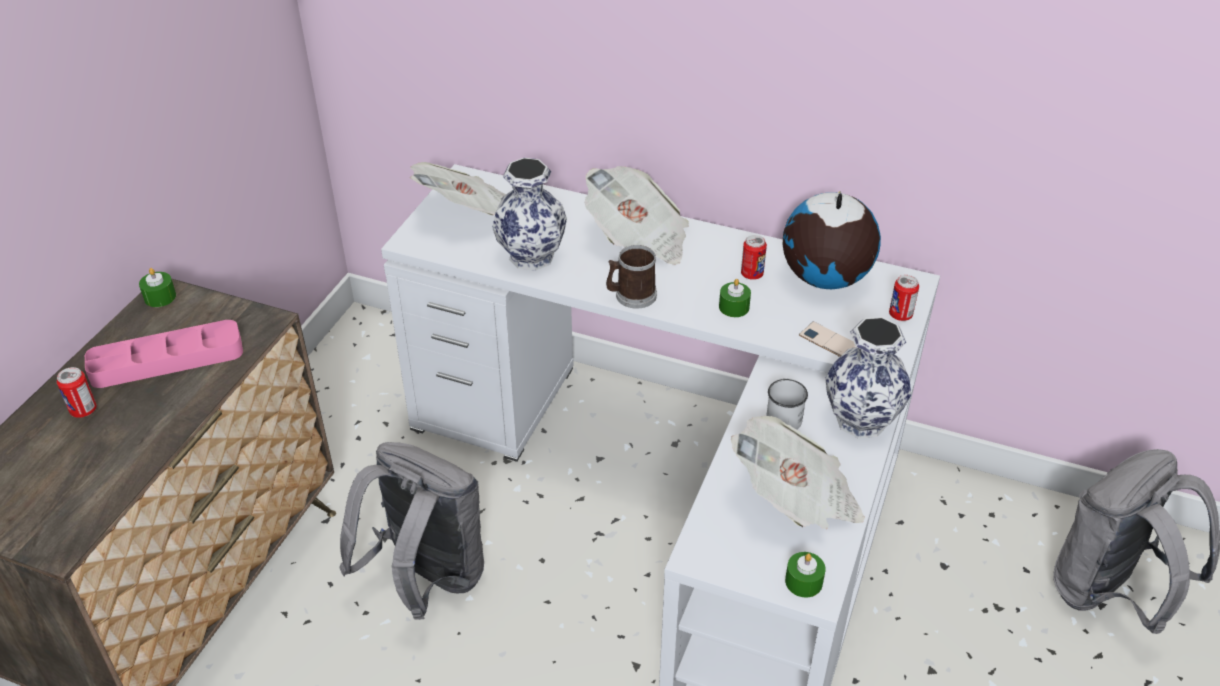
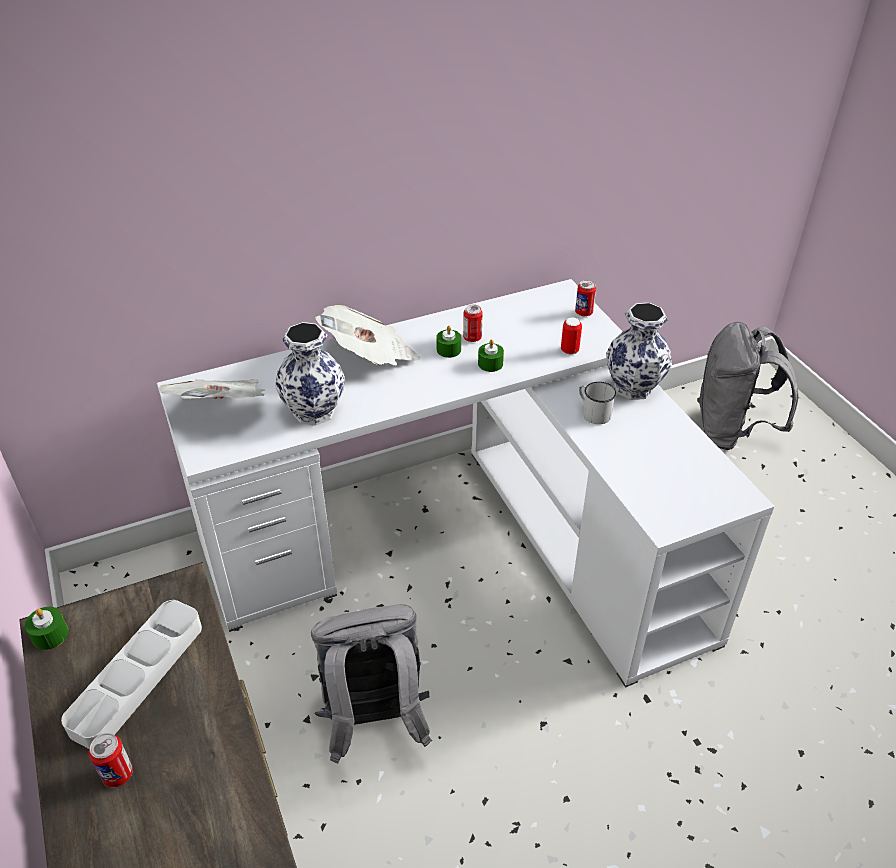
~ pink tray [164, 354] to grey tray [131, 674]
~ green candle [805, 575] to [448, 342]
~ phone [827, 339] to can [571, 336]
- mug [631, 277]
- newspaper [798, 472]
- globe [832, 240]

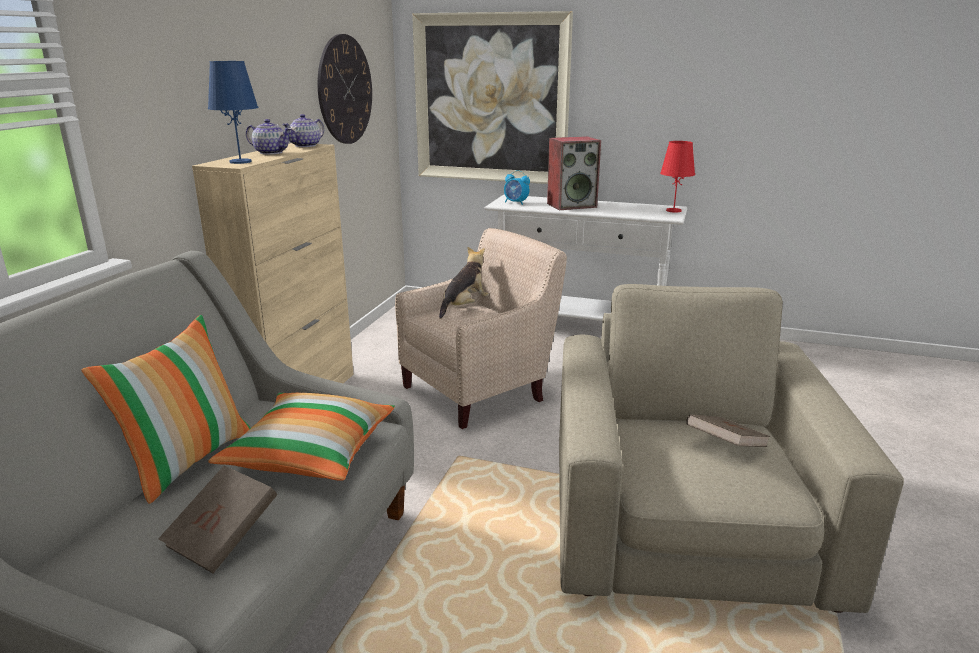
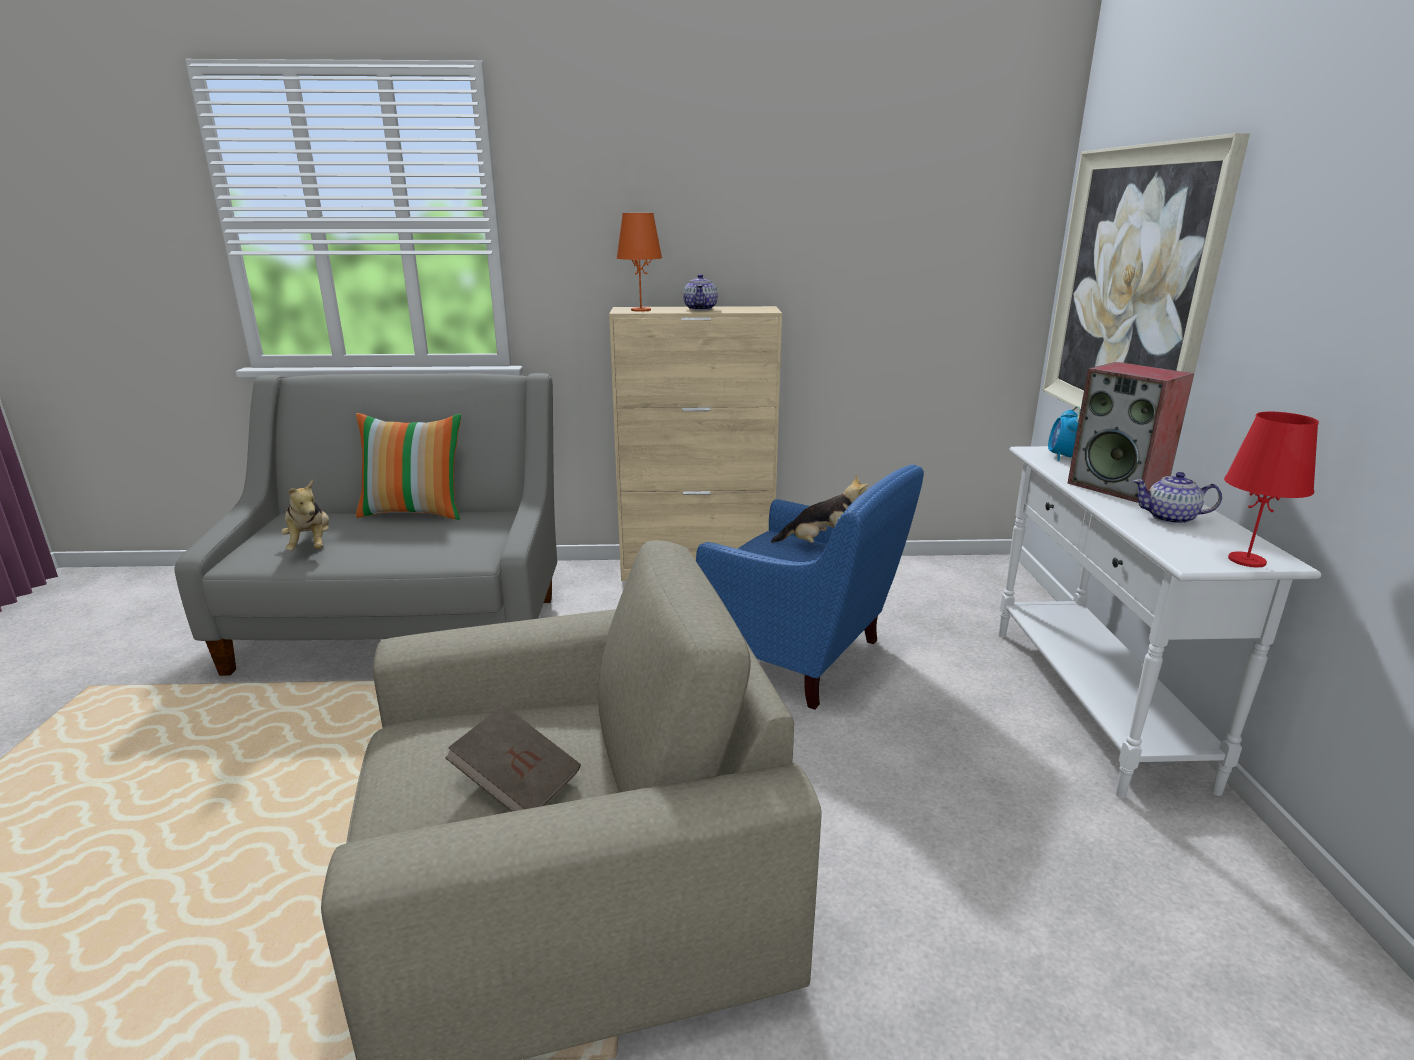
~ brown book [217, 519] to plush toy [305, 515]
~ blue table lamp [233, 112] to orange table lamp [639, 262]
~ beige armchair [481, 328] to blue armchair [810, 587]
~ teapot [303, 130] to [1177, 498]
- pillow [301, 437]
- wall clock [344, 89]

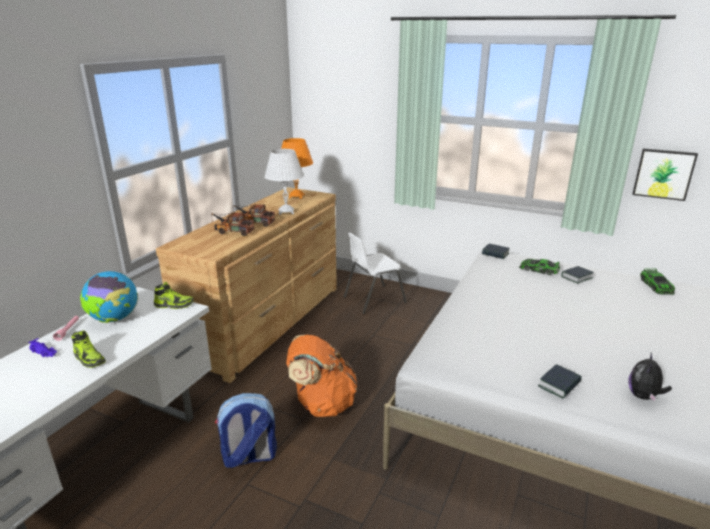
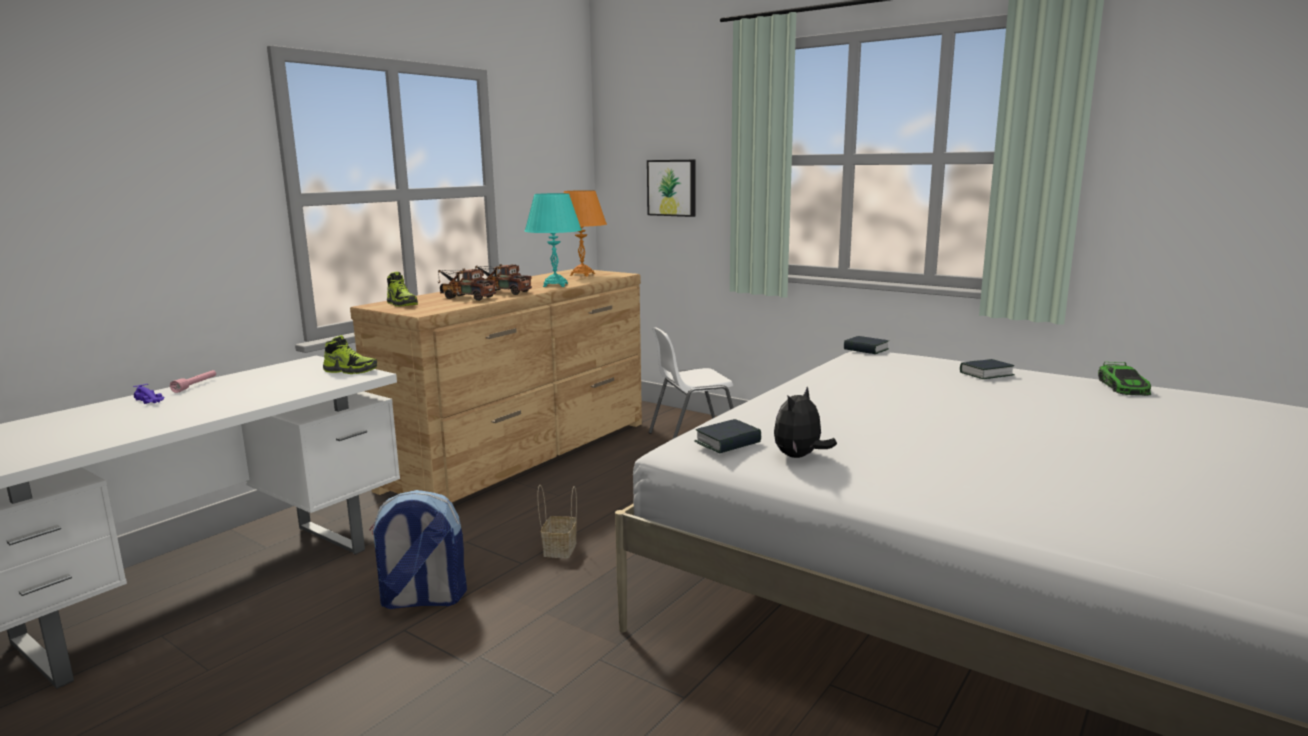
~ shoe [88, 349] to [402, 289]
~ white table lamp [284, 182] to turquoise table lamp [553, 240]
~ orange backpack [321, 376] to basket [557, 521]
~ picture [665, 175] to [671, 188]
~ book [559, 381] to [728, 436]
~ plush toy [650, 377] to [805, 422]
- globe [109, 297]
- toy car [539, 267]

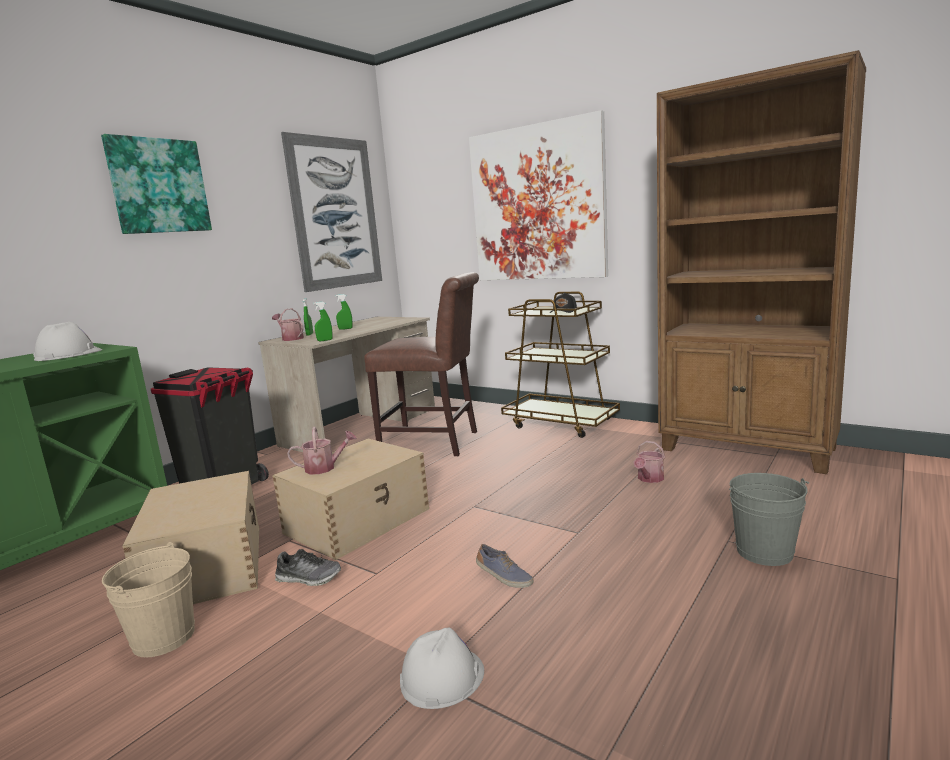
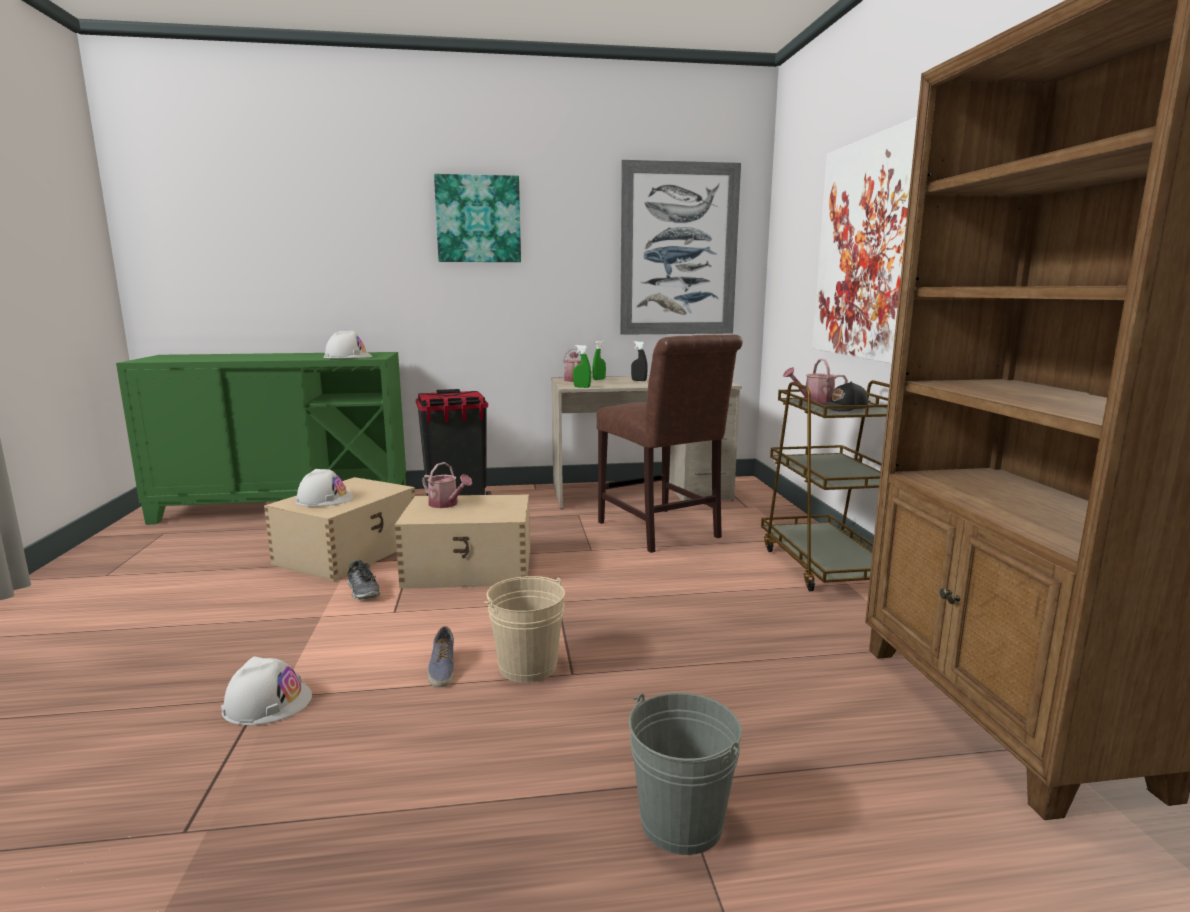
+ white hard hat [324, 487]
~ beige bucket [148, 599] to [524, 629]
~ green spray bottle [344, 312] to black spray bottle [639, 361]
~ watering can [650, 462] to [815, 381]

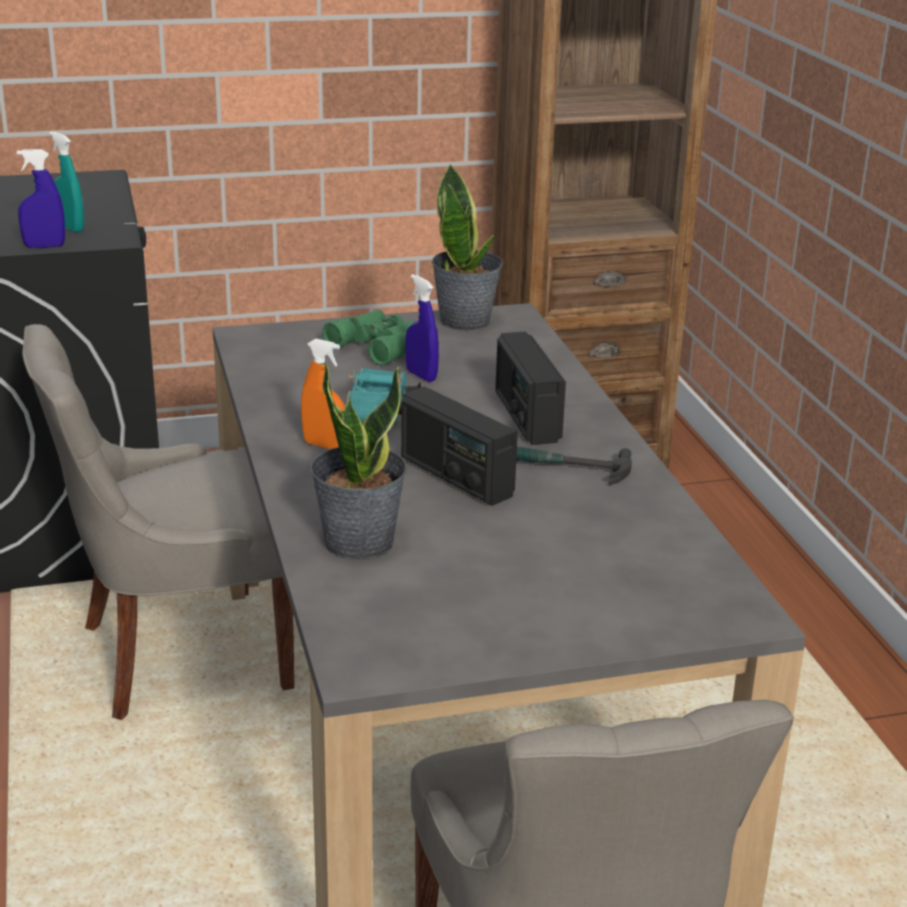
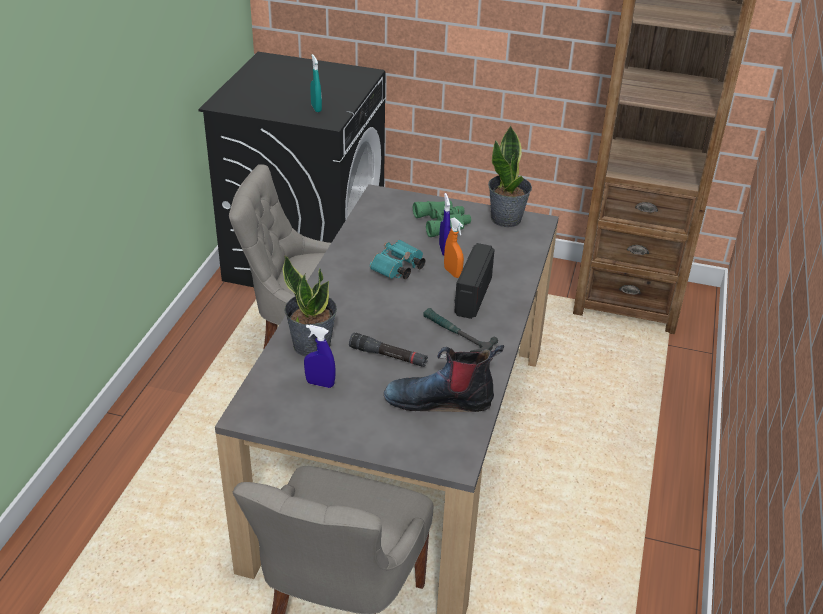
~ blue spray bottle [41, 198] to [320, 356]
+ black flashlight [388, 350]
+ boot [444, 378]
~ orange spray bottle [323, 394] to [454, 247]
- radio [459, 446]

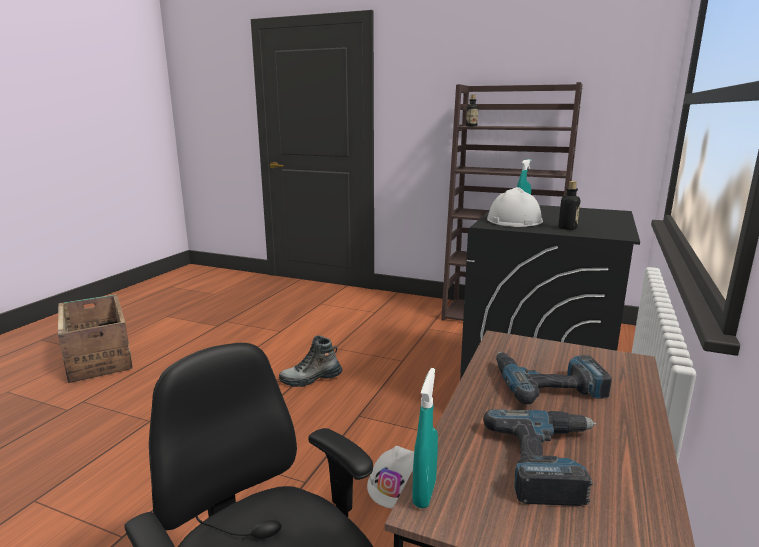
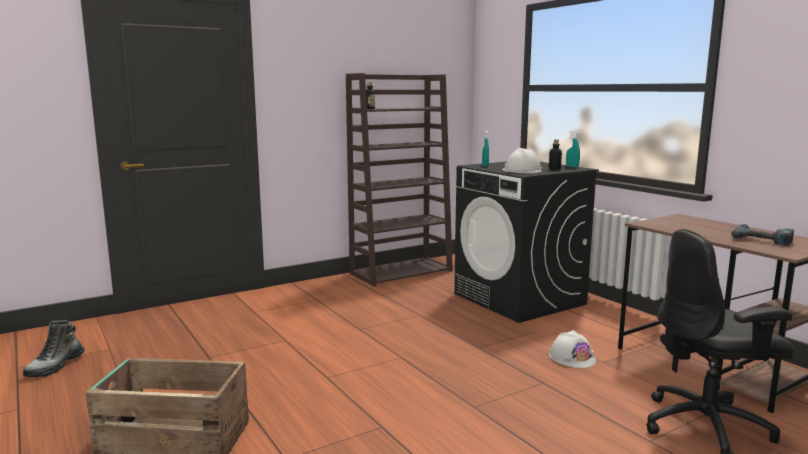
~ boot [311, 361] to [54, 348]
~ turquoise spray bottle [425, 438] to [573, 149]
- power drill [554, 378]

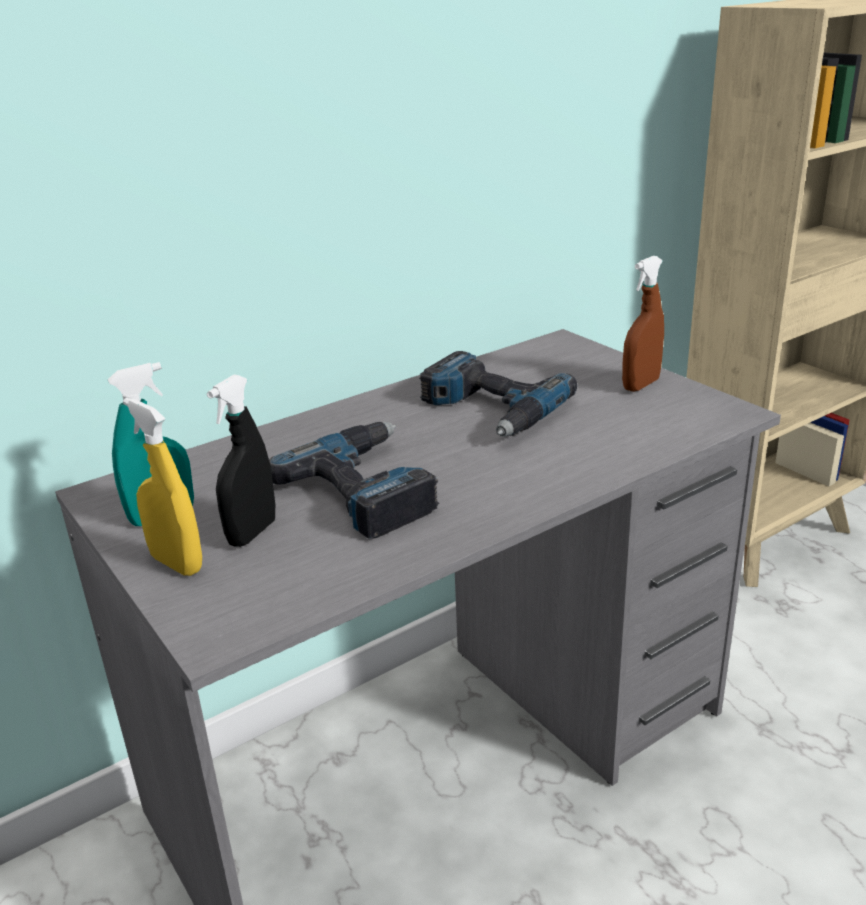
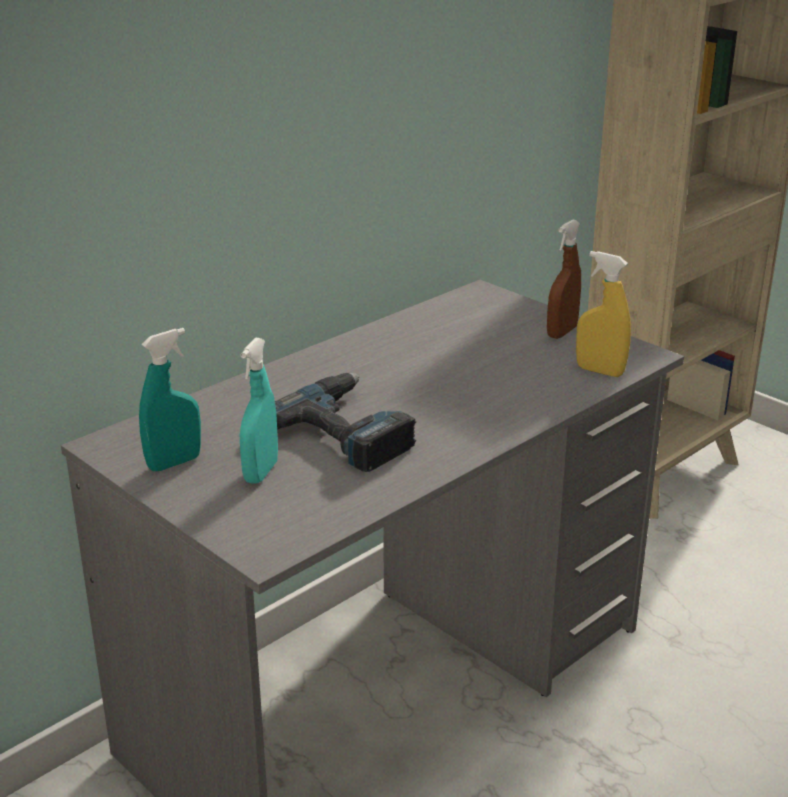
~ black spray bottle [241, 461] to turquoise spray bottle [259, 410]
~ yellow spray bottle [162, 487] to [603, 314]
- power drill [498, 394]

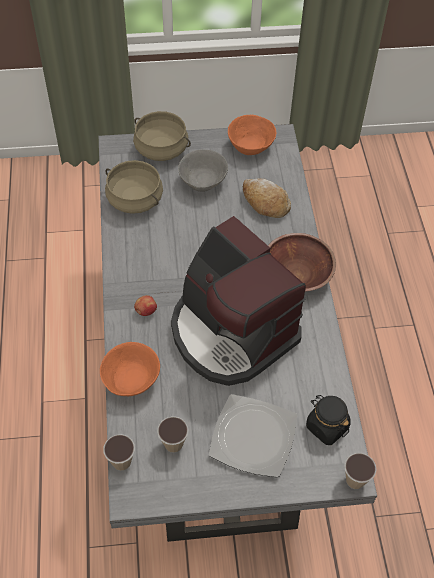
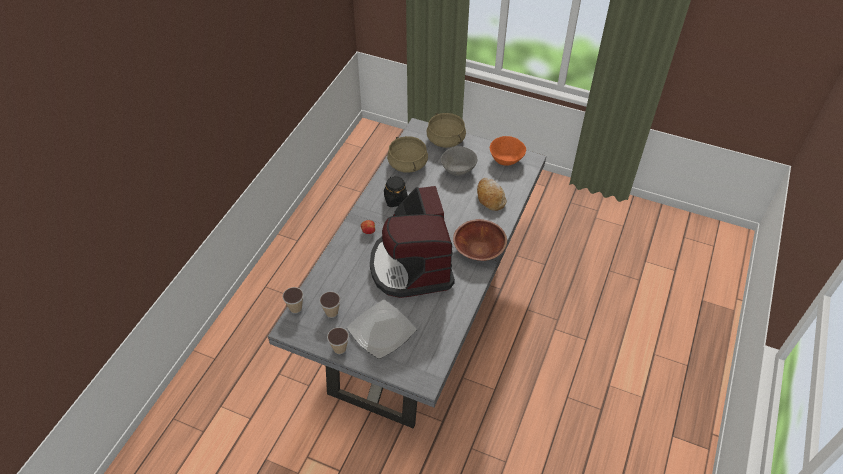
~ cup [360, 471] to [338, 340]
~ black jar [328, 420] to [396, 191]
- orange bowl [130, 369]

